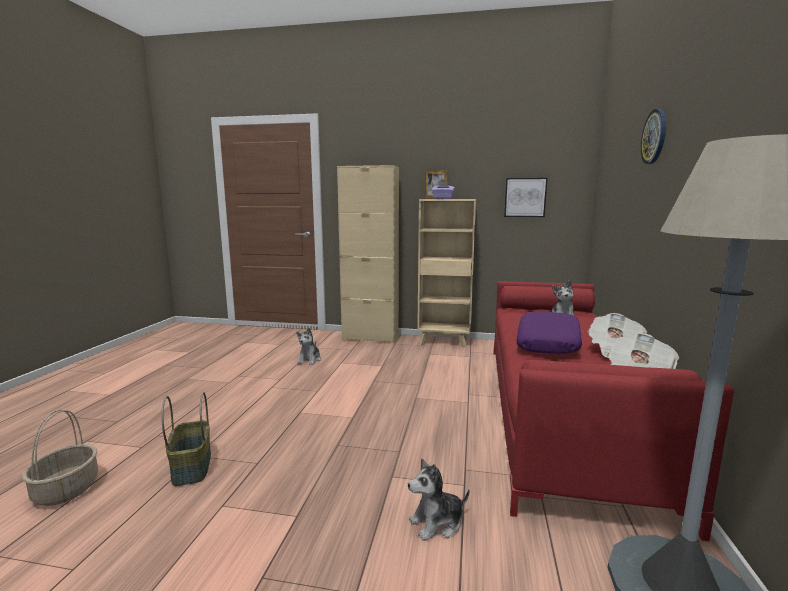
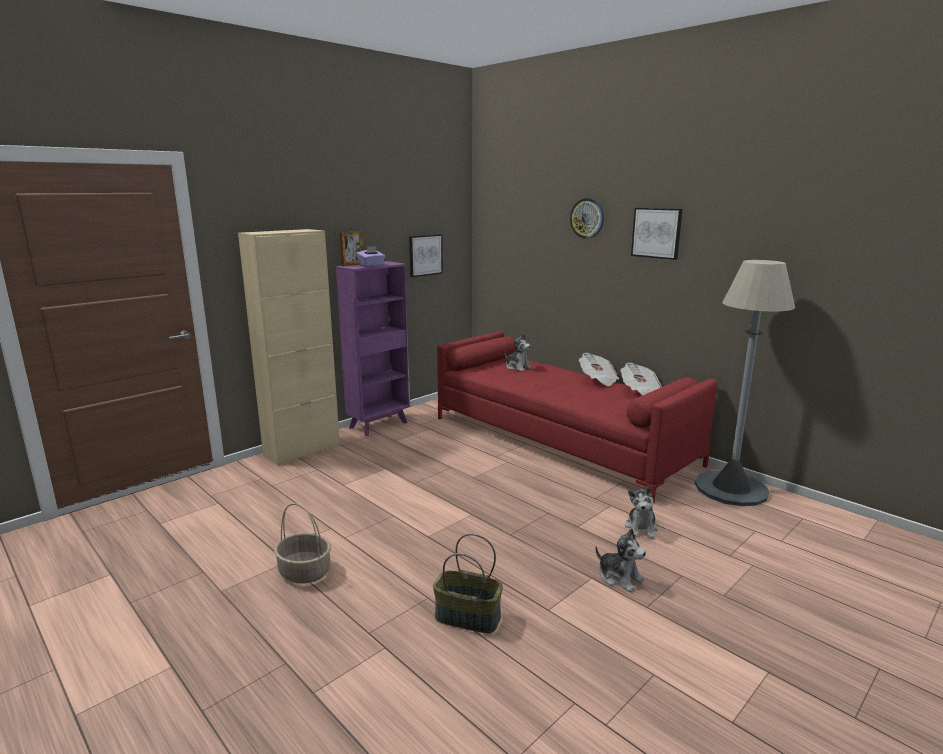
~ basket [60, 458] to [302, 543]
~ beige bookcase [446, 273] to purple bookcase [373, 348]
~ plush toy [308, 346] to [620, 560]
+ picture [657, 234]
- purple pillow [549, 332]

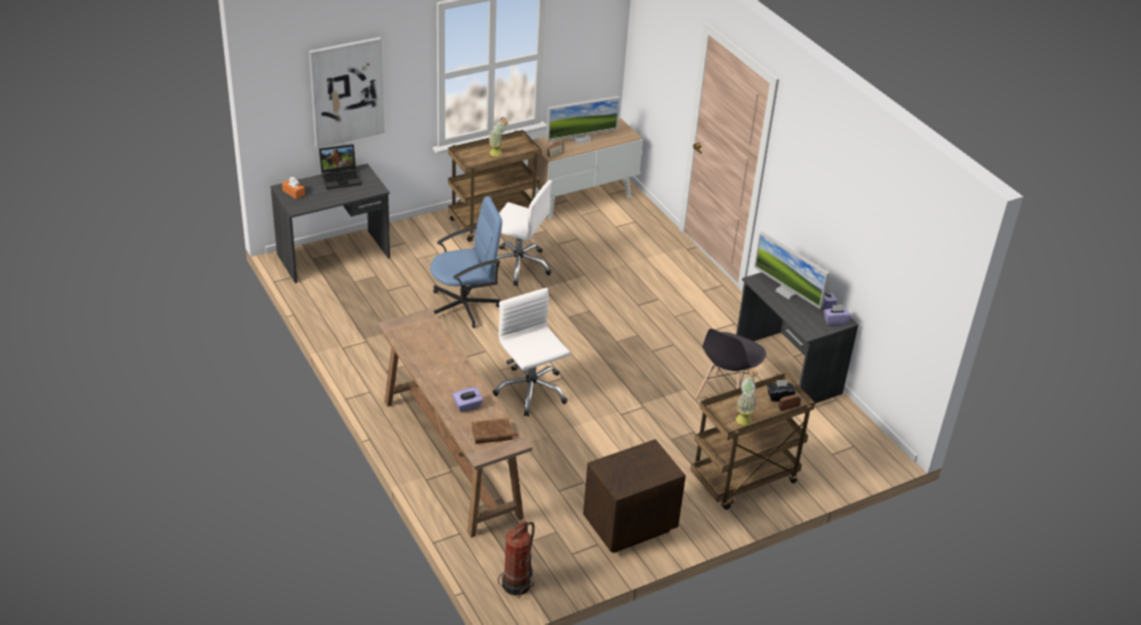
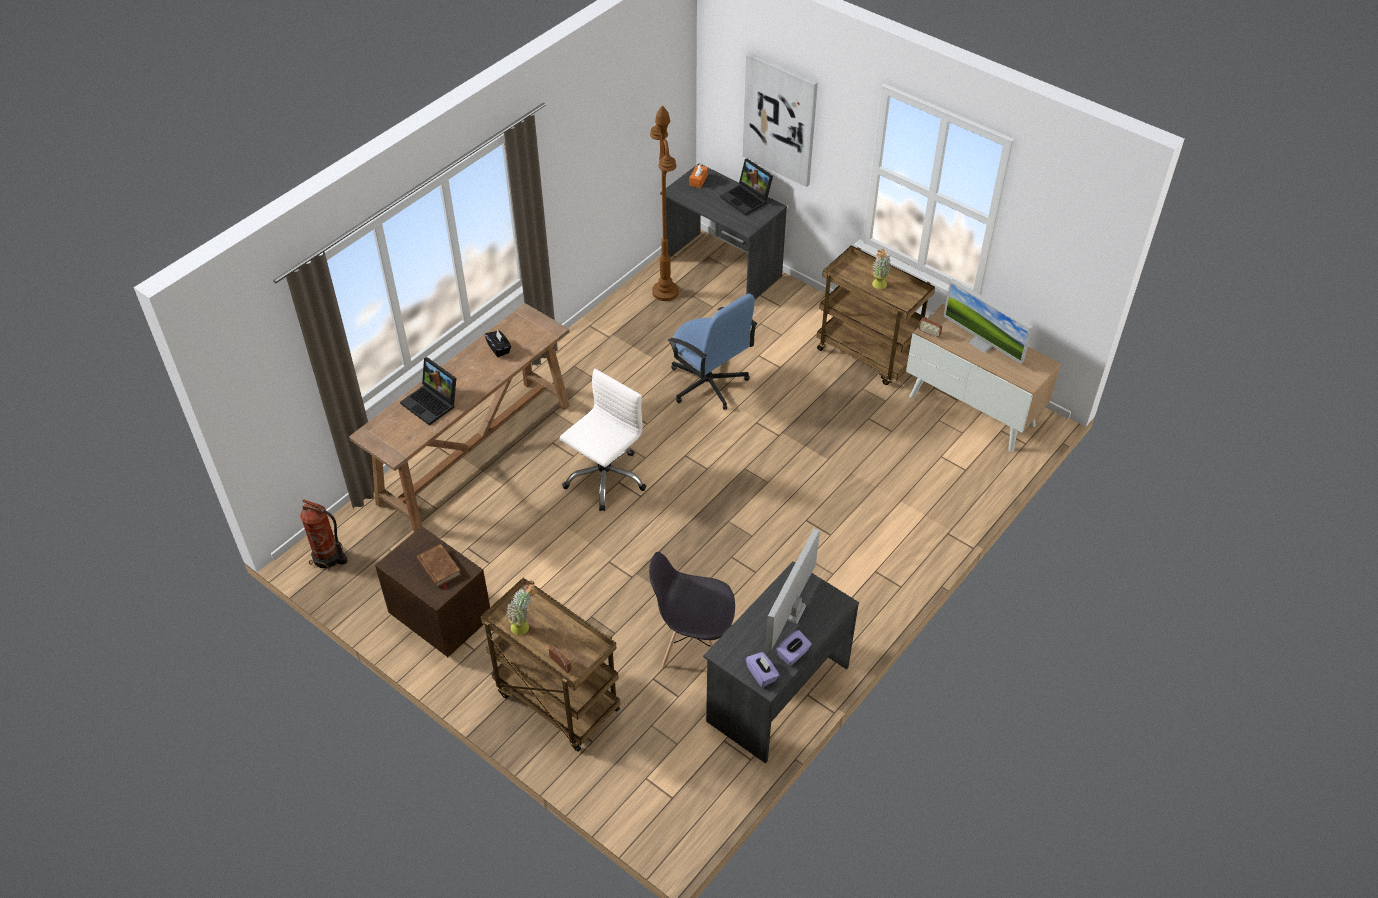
~ purple tissue box [467, 399] to laptop [428, 391]
~ brown book [494, 431] to [439, 567]
~ black tissue box [781, 391] to [498, 343]
+ brown floor lamp [664, 203]
- white office chair [524, 233]

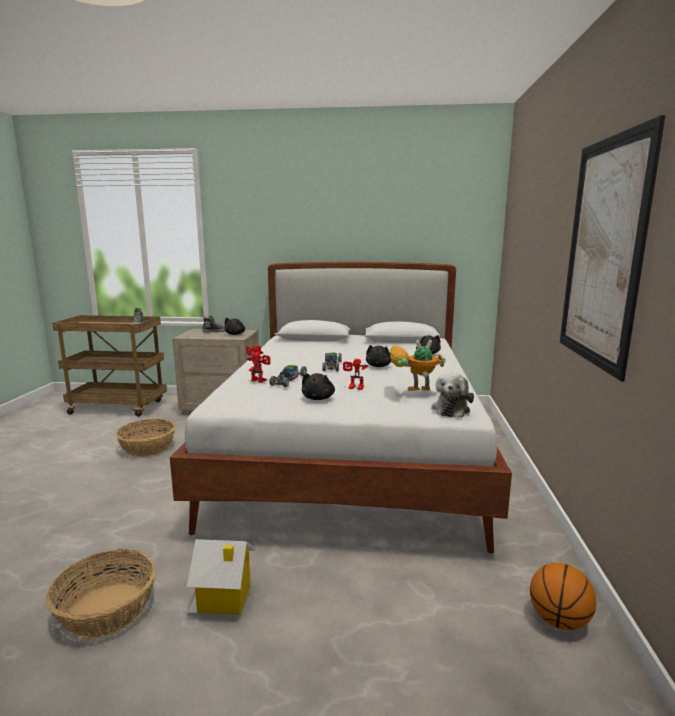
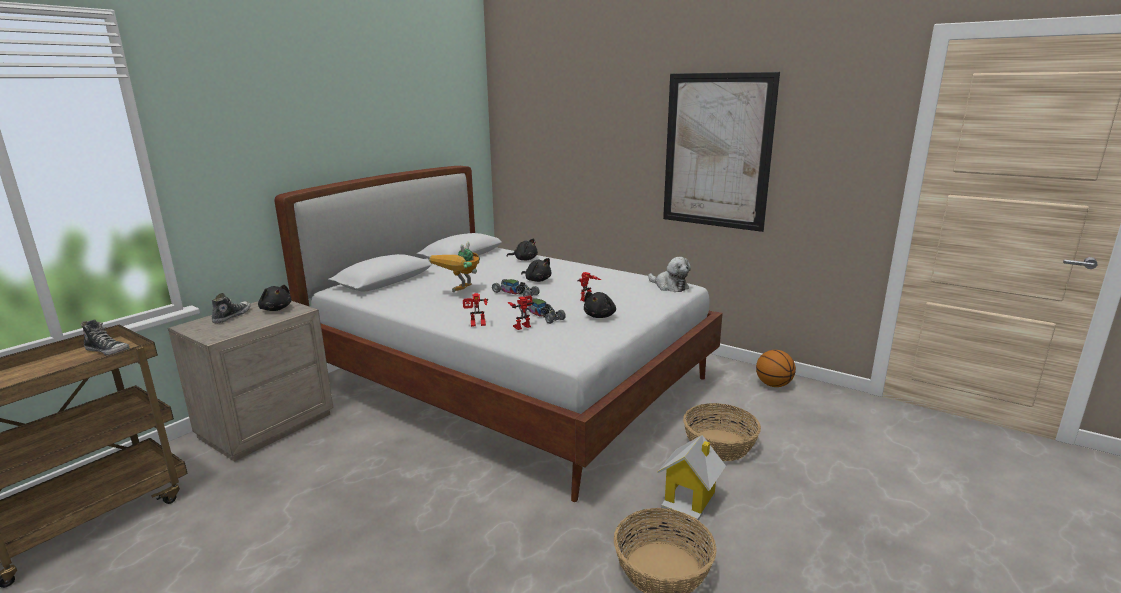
~ toy robot [418, 365] to [454, 267]
~ black plush toy [318, 386] = [600, 304] 75 degrees clockwise
~ basket [145, 438] to [722, 432]

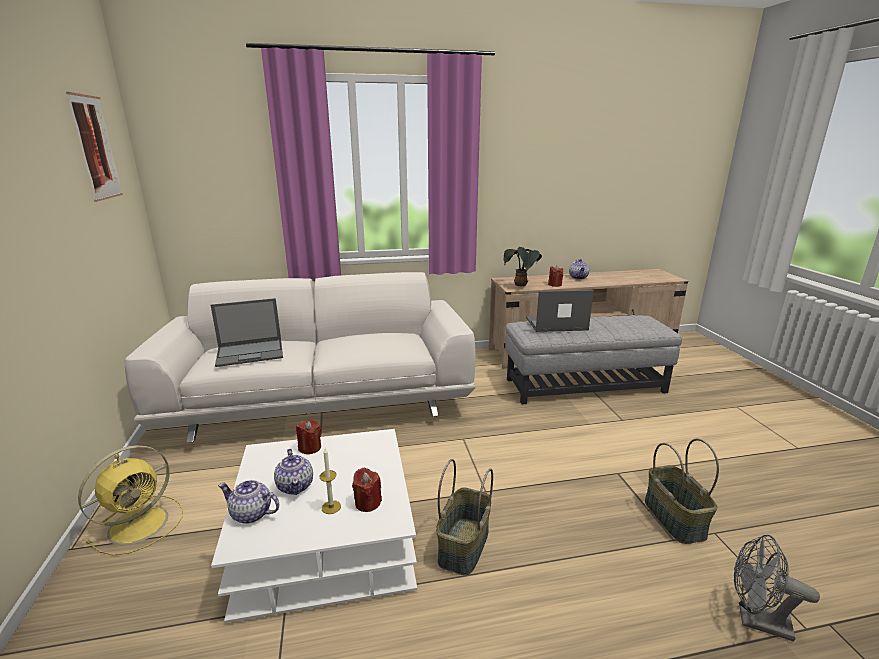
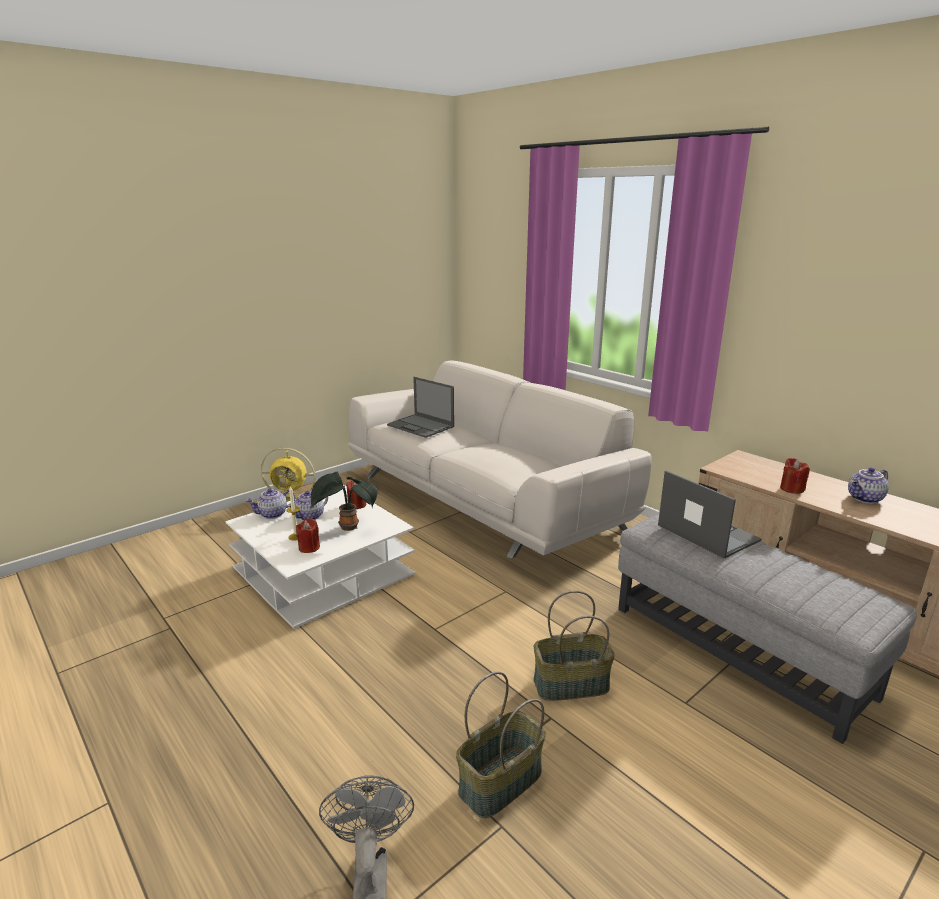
~ teapot [249, 502] = [271, 503] 105 degrees counterclockwise
~ potted plant [522, 266] to [344, 501]
~ basket [464, 517] to [574, 646]
- picture [94, 147]

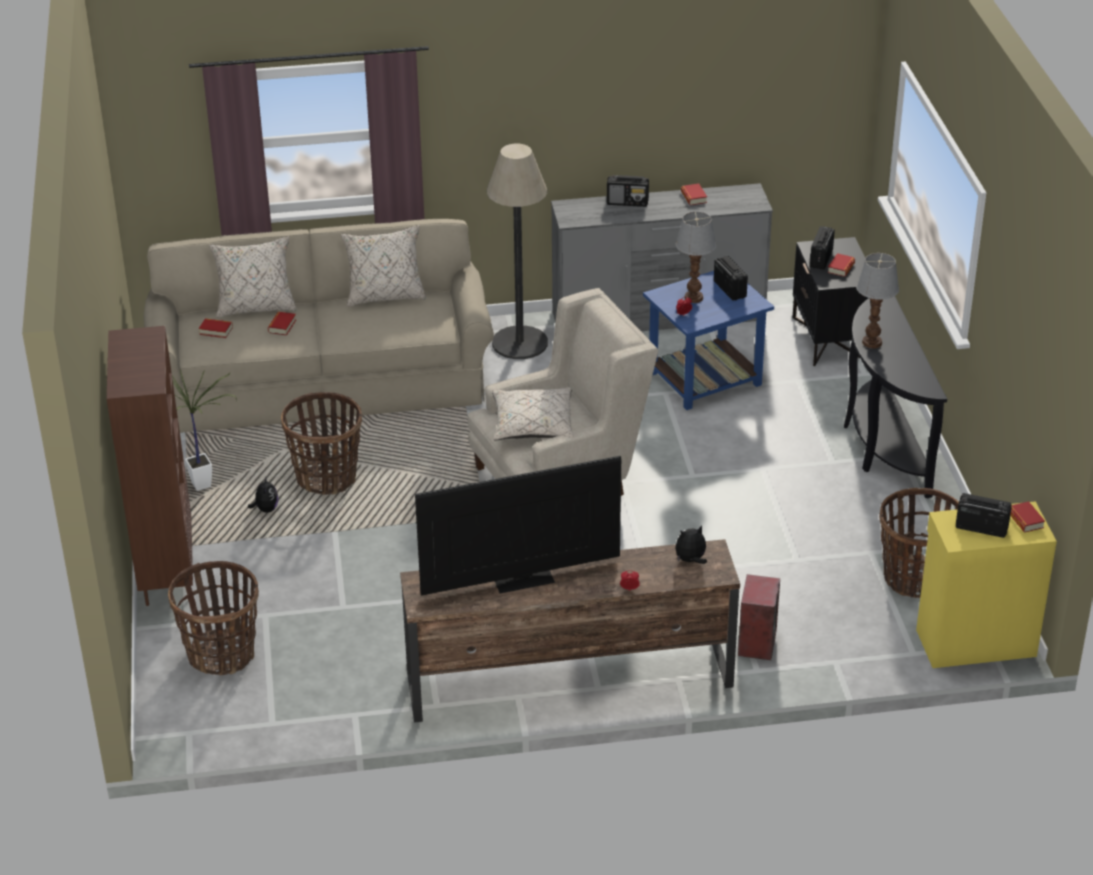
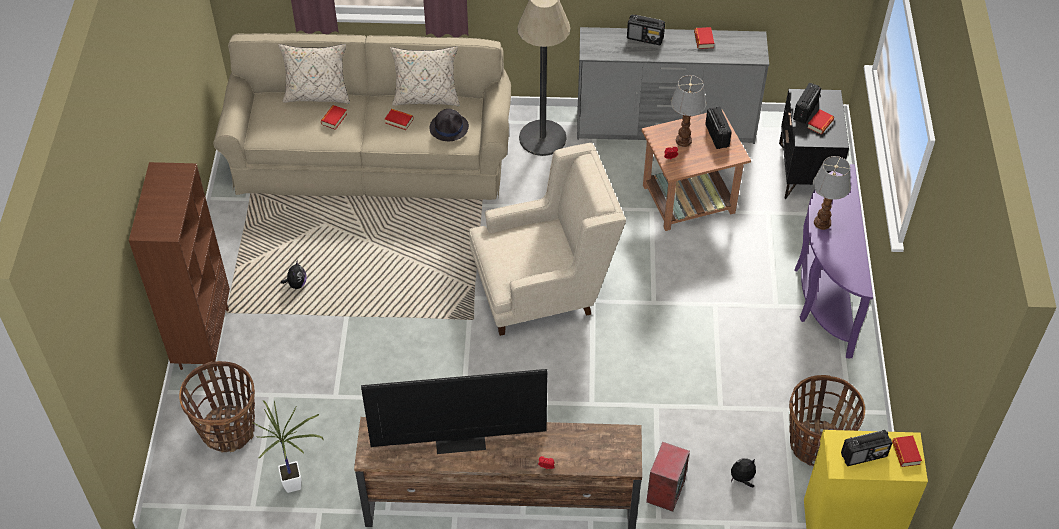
~ potted plant [204, 430] to [287, 446]
~ book [216, 328] to [399, 119]
+ black hat [449, 125]
~ blue side table [708, 340] to brown side table [696, 170]
~ plush toy [691, 544] to [743, 473]
~ black console table [895, 397] to purple console table [833, 261]
~ radio [984, 515] = [866, 448] 135 degrees clockwise
- basket [321, 443]
- beige pillow [533, 414]

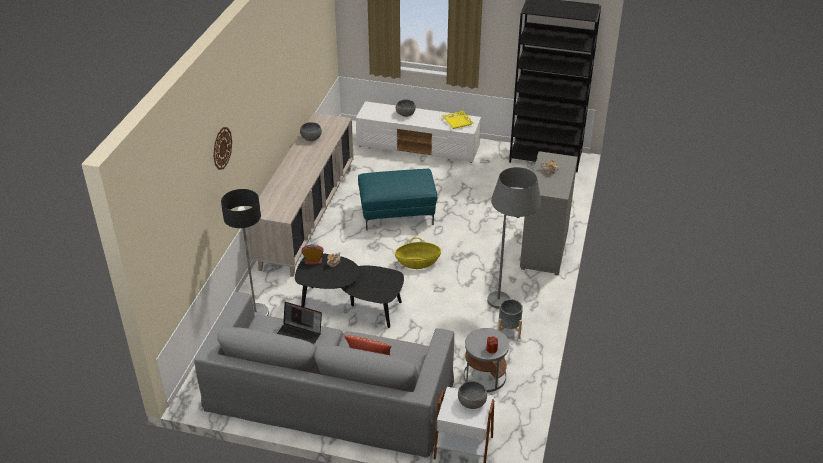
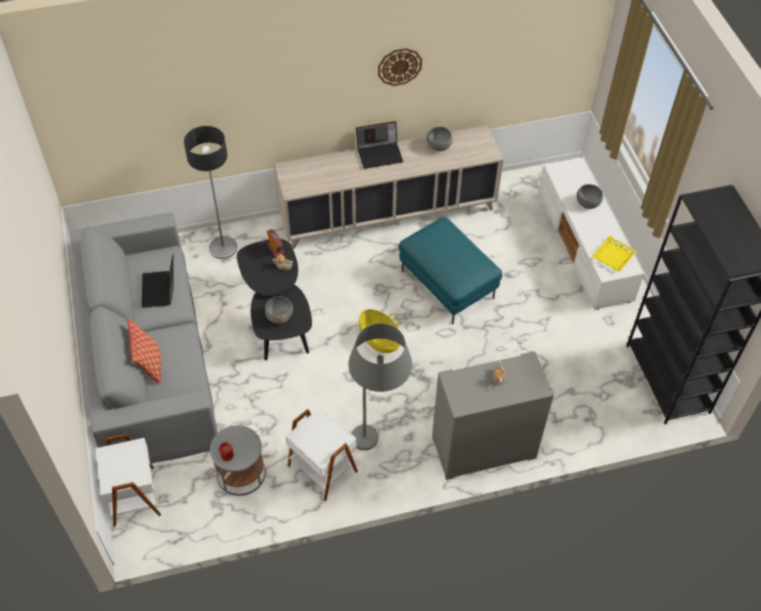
~ grey bowl [472, 395] to [279, 310]
~ grey planter [510, 319] to white side table [322, 454]
+ laptop [379, 145]
~ wall clock [222, 148] to [400, 67]

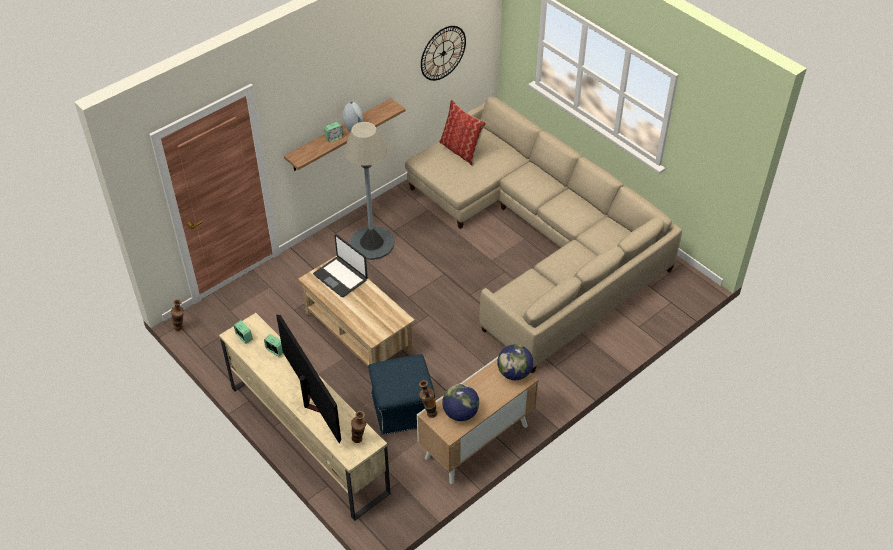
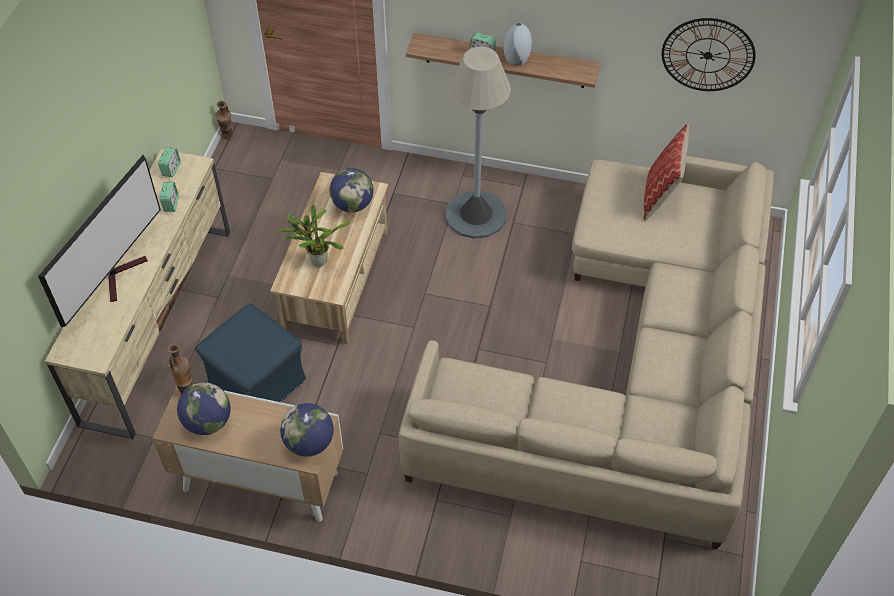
+ potted plant [313, 236]
~ laptop [340, 265] to globe [352, 190]
- vase [358, 427]

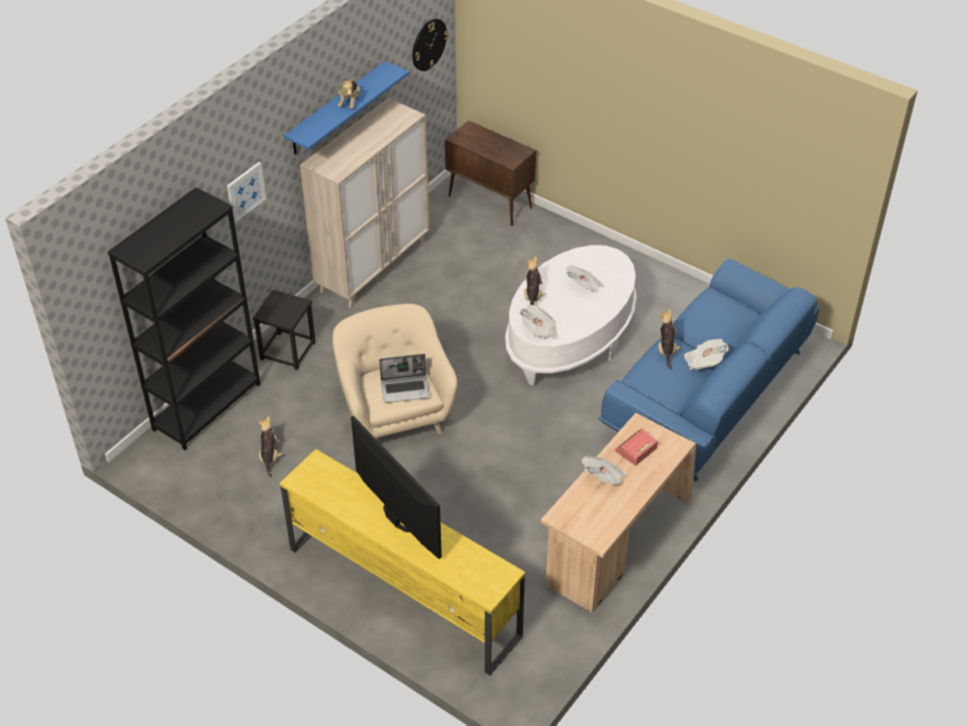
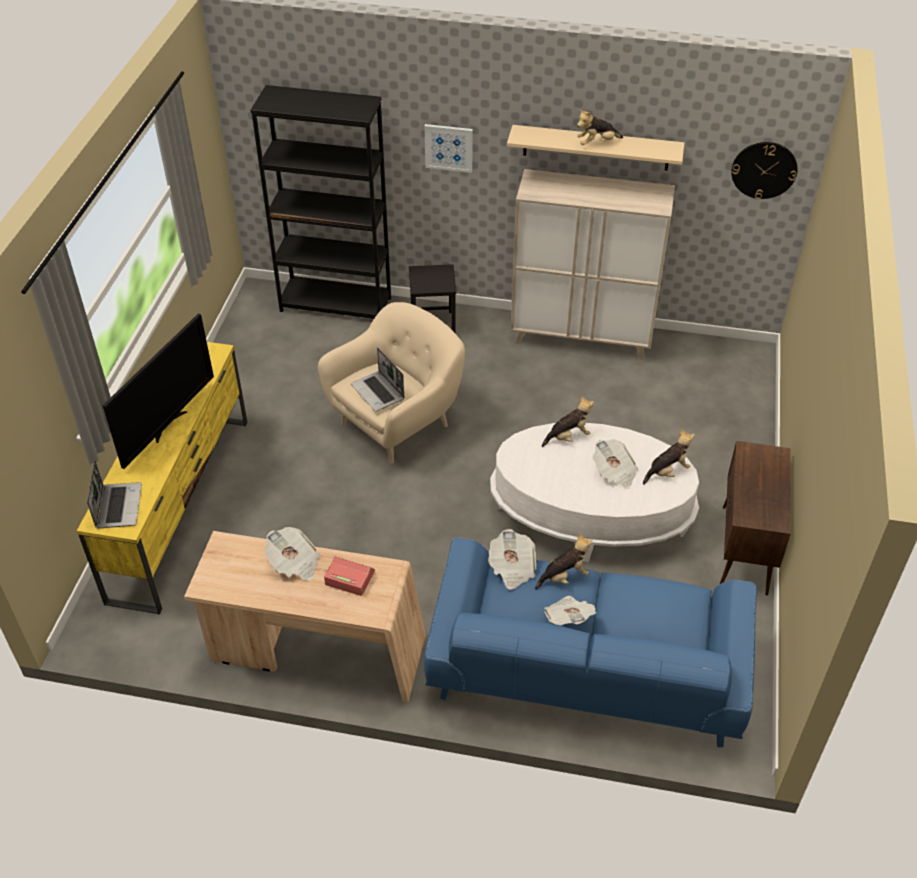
+ laptop [114, 494]
~ newspaper [539, 322] to [512, 559]
~ blue shelf [346, 107] to beige shelf [595, 148]
~ plush toy [270, 446] to [669, 457]
~ brown cabinet [490, 173] to [755, 518]

